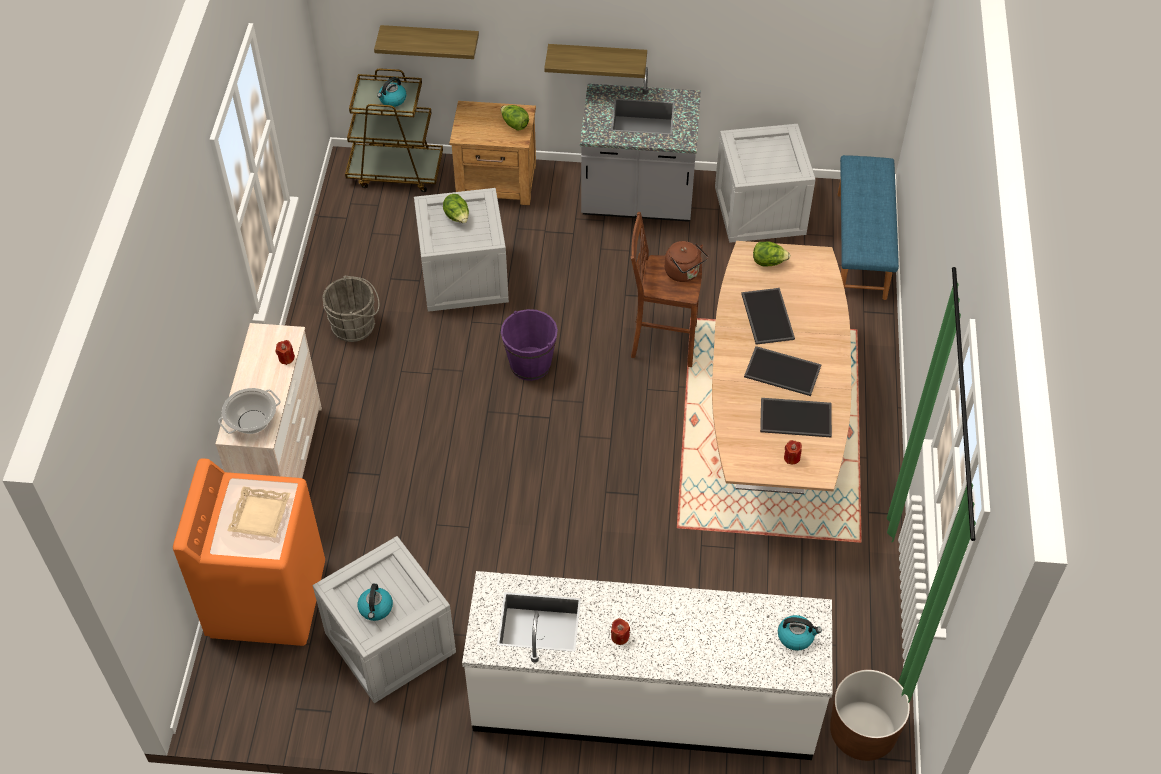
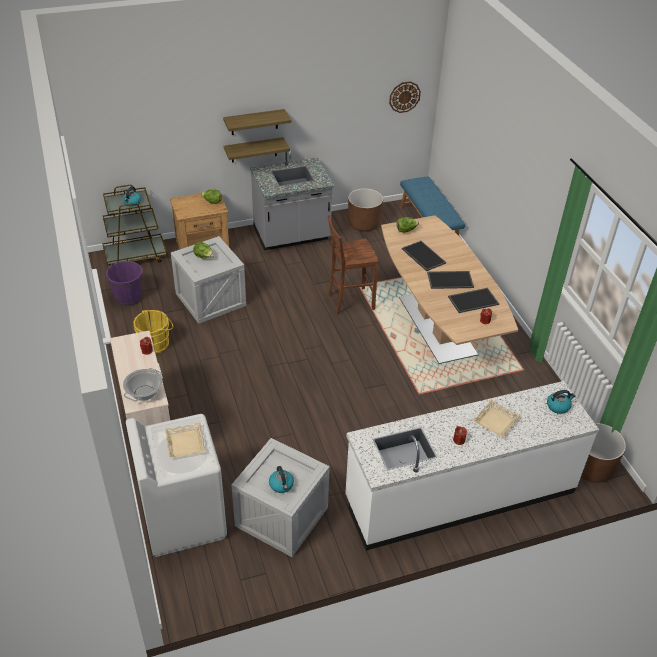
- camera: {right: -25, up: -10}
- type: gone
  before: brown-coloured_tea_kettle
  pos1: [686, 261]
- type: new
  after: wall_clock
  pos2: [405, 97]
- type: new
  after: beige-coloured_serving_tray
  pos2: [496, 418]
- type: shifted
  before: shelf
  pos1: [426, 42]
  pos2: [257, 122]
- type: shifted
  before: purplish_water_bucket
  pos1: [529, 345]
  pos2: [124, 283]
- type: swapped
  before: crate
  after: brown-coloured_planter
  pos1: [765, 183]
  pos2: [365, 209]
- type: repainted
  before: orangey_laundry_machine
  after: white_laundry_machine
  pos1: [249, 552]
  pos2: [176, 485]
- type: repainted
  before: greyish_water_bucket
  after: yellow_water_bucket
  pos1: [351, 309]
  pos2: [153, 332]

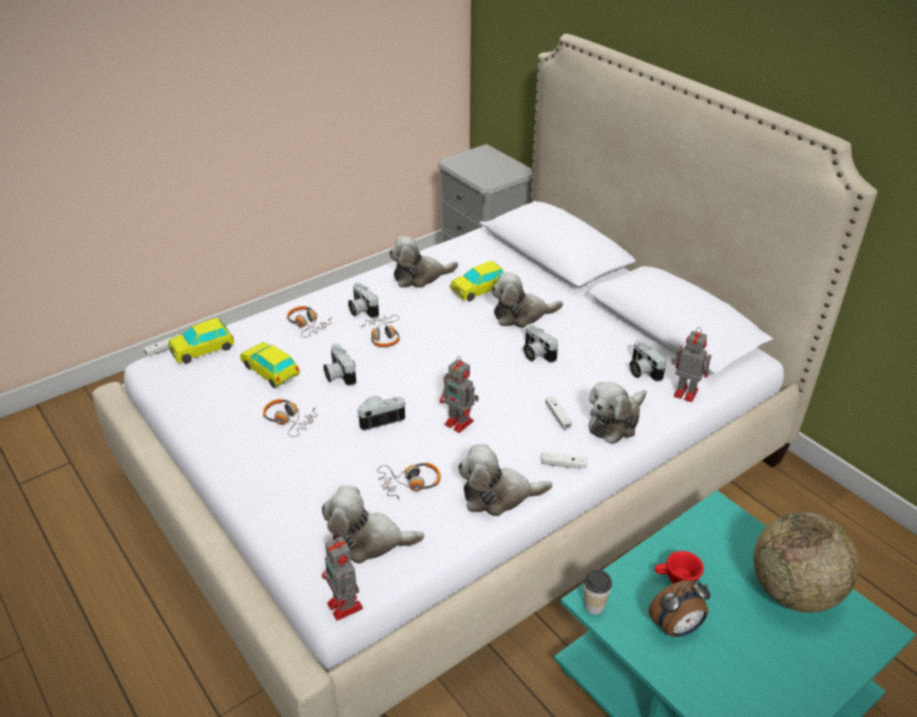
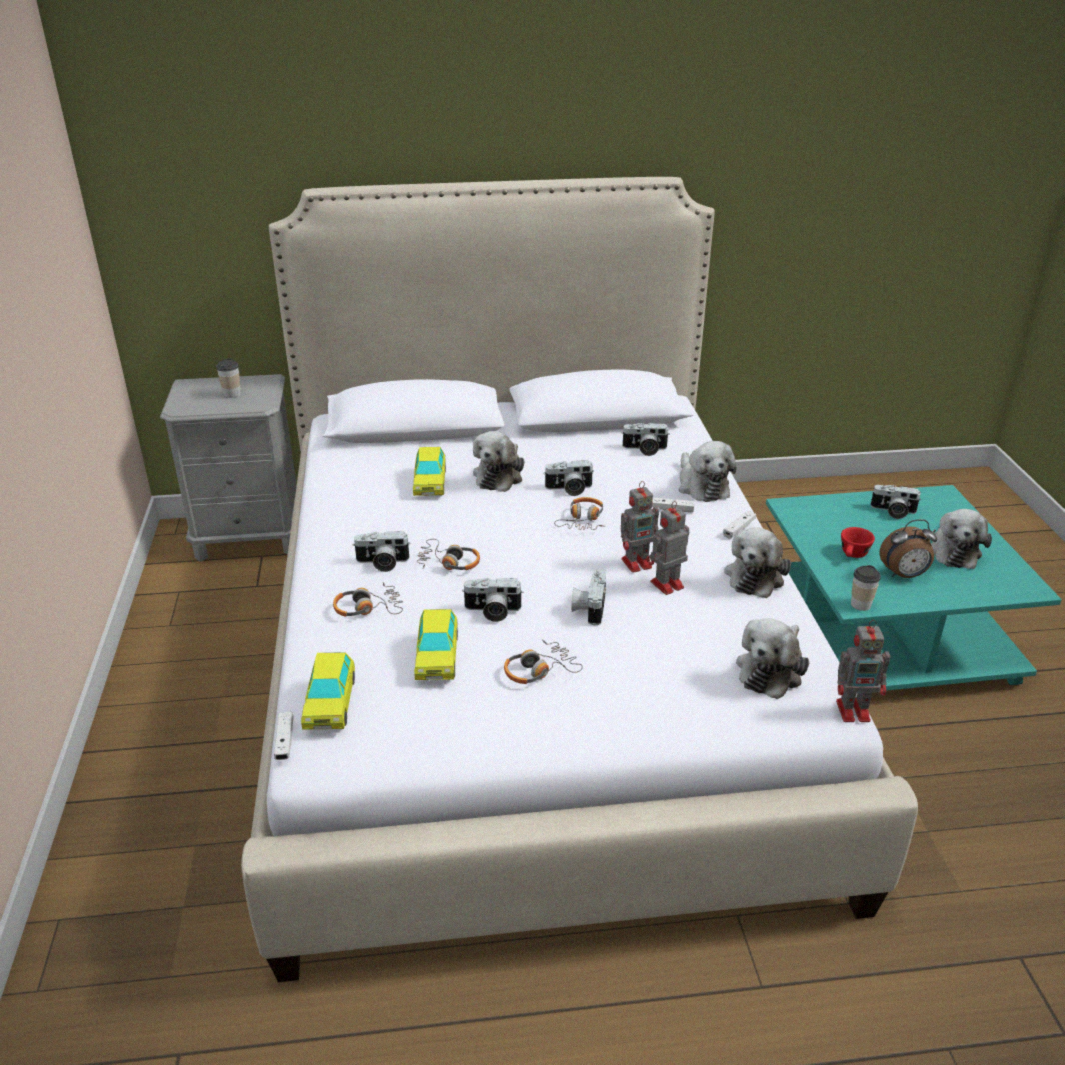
- camera: {right: -60, up: -5}
- type: new
  after: cup
  pos2: [228, 378]
- type: shifted
  before: pair_of_headphones
  pos1: [409, 481]
  pos2: [578, 513]
- type: shifted
  before: plush_toy
  pos1: [423, 262]
  pos2: [961, 539]
- type: shifted
  before: toy_robot
  pos1: [691, 364]
  pos2: [668, 548]
- type: swapped
  before: desk_globe
  after: photo_camera
  pos1: [806, 562]
  pos2: [895, 502]
- type: rotated
  before: model_car
  pos1: [270, 365]
  pos2: [436, 644]
  turn: -75
- type: rotated
  before: alarm_clock
  pos1: [680, 608]
  pos2: [908, 548]
  turn: 75

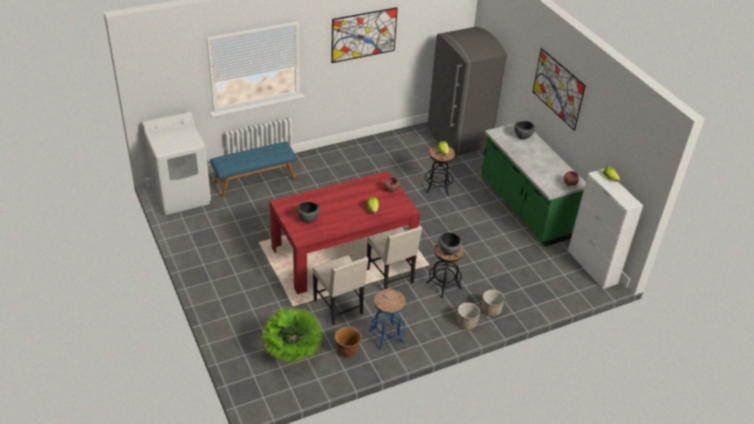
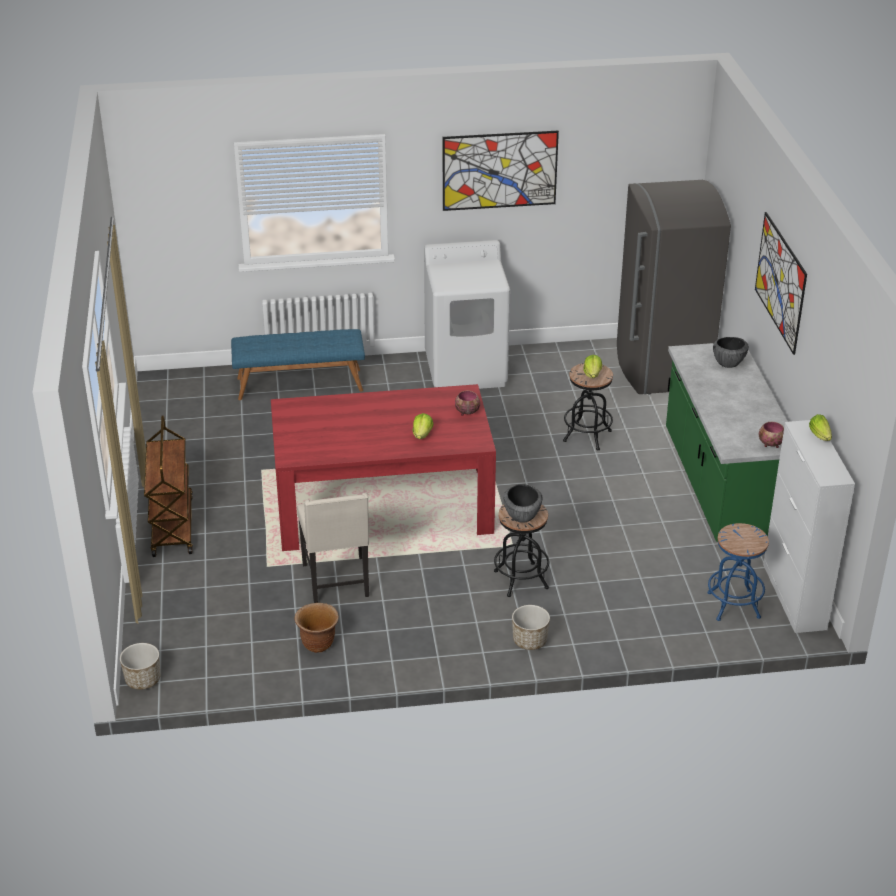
- camera: {right: 20, up: -5}
- type: gone
  before: houseplant
  pos1: [293, 334]
- type: gone
  before: bowl
  pos1: [308, 212]
- type: gone
  before: beige-coloured_chair
  pos1: [394, 257]
- type: new
  after: brown-coloured_wheeled_cart
  pos2: [168, 486]
- type: shifted
  before: white_laundry_machine
  pos1: [176, 163]
  pos2: [467, 314]
- type: shifted
  before: blue-coloured_stool
  pos1: [387, 319]
  pos2: [738, 572]
- type: shifted
  before: planter
  pos1: [493, 303]
  pos2: [140, 666]

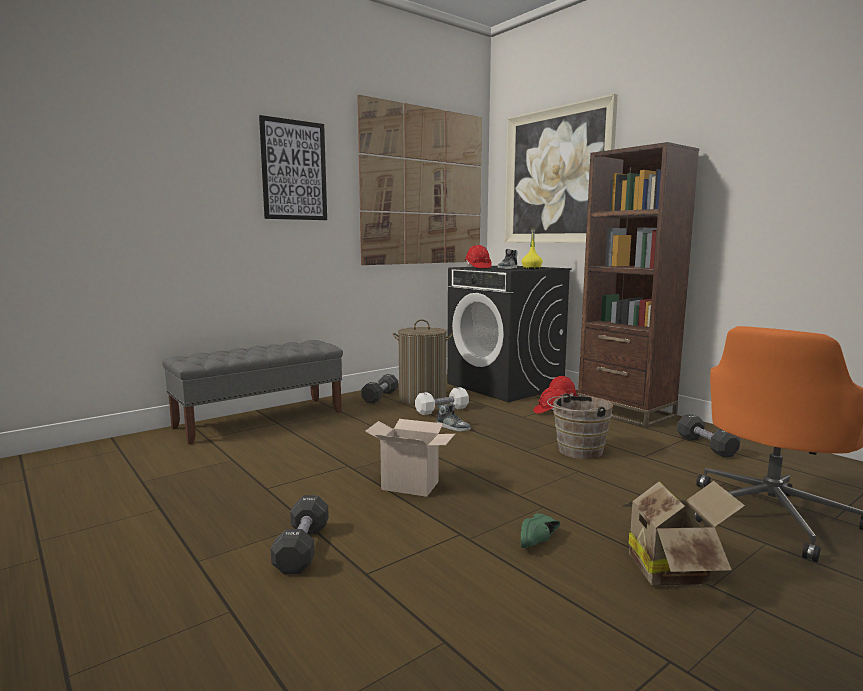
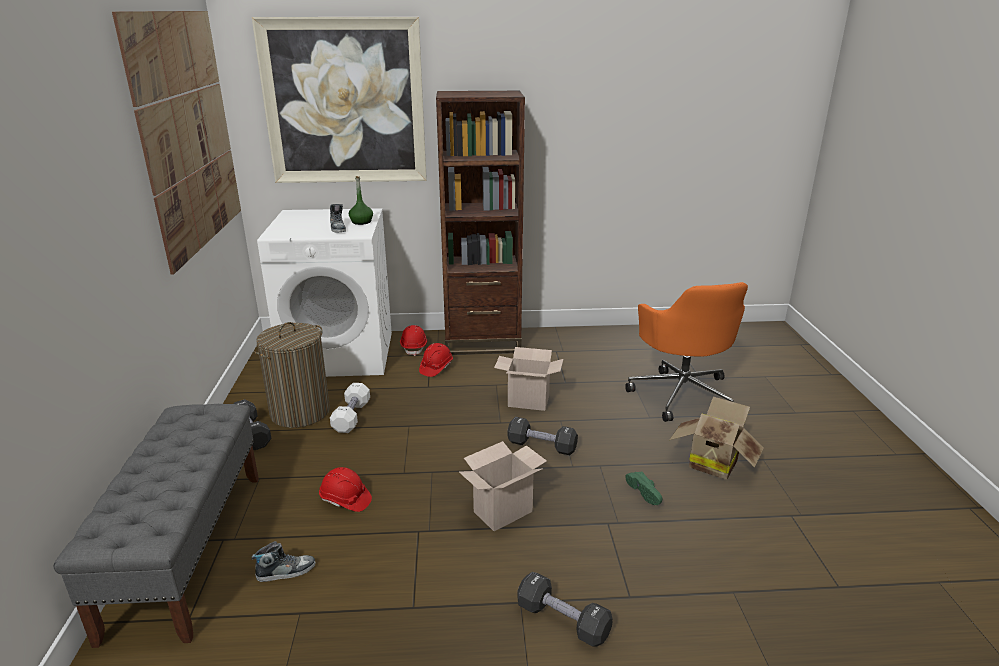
- camera: {right: -55, up: 15}
- type: gone
  before: picture
  pos1: [293, 167]
- type: shifted
  before: item_of_footwear
  pos1: [453, 418]
  pos2: [284, 561]
- type: shifted
  before: red-coloured_safety_helmet
  pos1: [478, 256]
  pos2: [345, 489]
- type: shifted
  before: blackish_dumbbell
  pos1: [708, 436]
  pos2: [542, 436]
- type: swapped
  before: brown-coloured_water_bucket
  after: cardboard_box
  pos1: [580, 426]
  pos2: [528, 379]
- type: repainted
  before: blackish_laundry_machine
  after: white_laundry_machine
  pos1: [509, 334]
  pos2: [324, 292]
- type: repainted
  before: yellow_beverage_bottle
  after: green-coloured_beverage_bottle
  pos1: [532, 248]
  pos2: [361, 200]

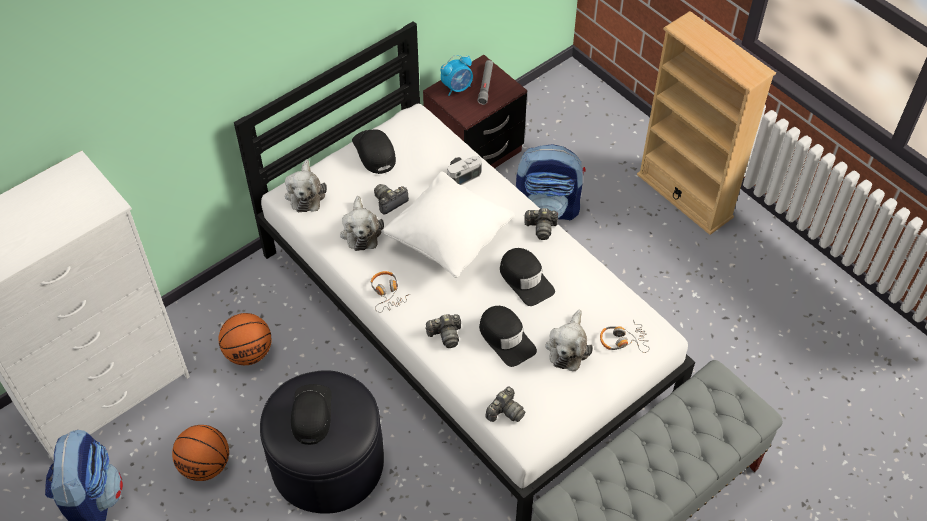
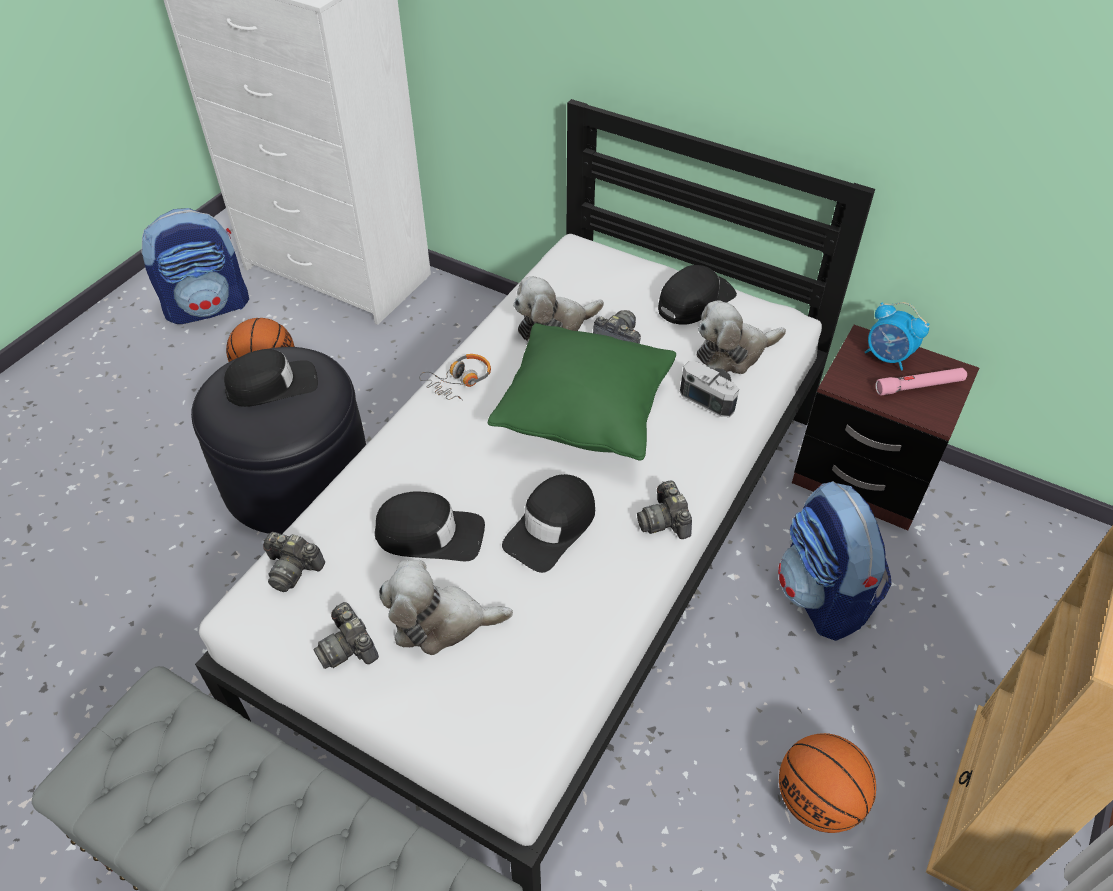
- camera: {right: 70, up: -5}
- type: gone
  before: pair_of_headphones
  pos1: [625, 336]
- type: shifted
  before: basketball
  pos1: [245, 339]
  pos2: [827, 783]
- type: shifted
  before: plush_toy
  pos1: [306, 186]
  pos2: [741, 337]
- type: shifted
  before: photo_camera
  pos1: [443, 331]
  pos2: [346, 635]
- type: repainted
  before: white_cushion
  after: green-coloured_cushion
  pos1: [448, 224]
  pos2: [582, 391]
- type: repainted
  before: greyish_flashlight
  after: pinkish_flashlight
  pos1: [485, 82]
  pos2: [921, 382]
- type: rotated
  before: blackish_peaked_cap
  pos1: [508, 336]
  pos2: [430, 526]
  turn: -120

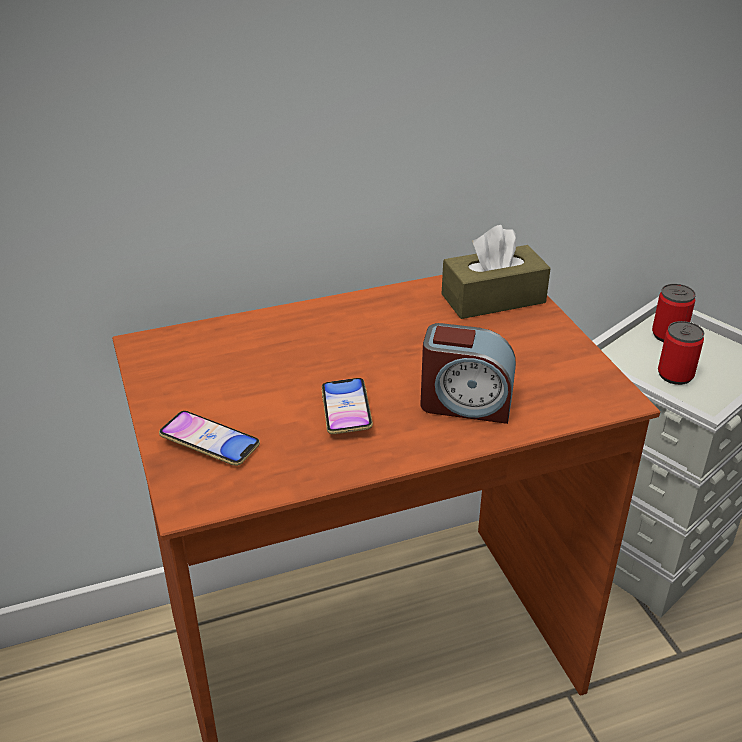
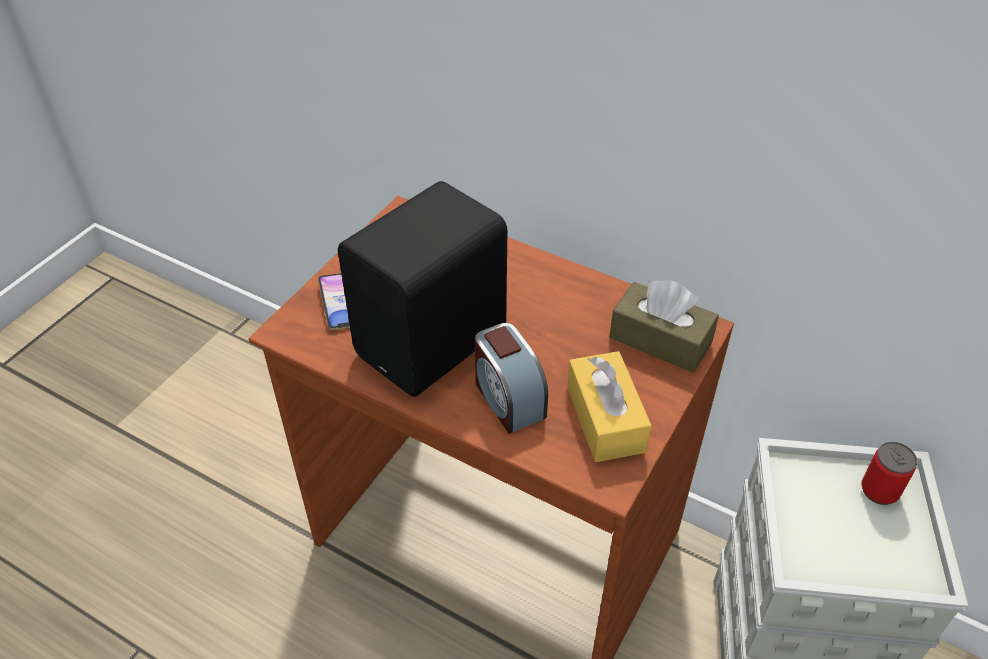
- camera: {right: 50, up: 10}
- type: gone
  before: sealed_can
  pos1: [681, 353]
- type: new
  after: yellow_box_of_tissues
  pos2: [609, 406]
- type: swapped
  before: telephone
  after: blackish_speaker
  pos1: [347, 406]
  pos2: [422, 289]

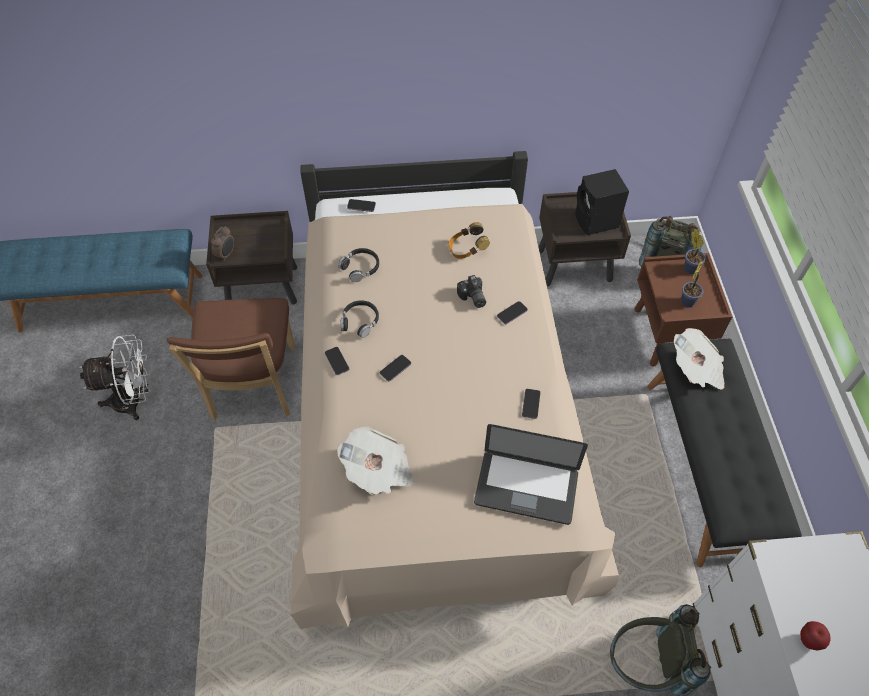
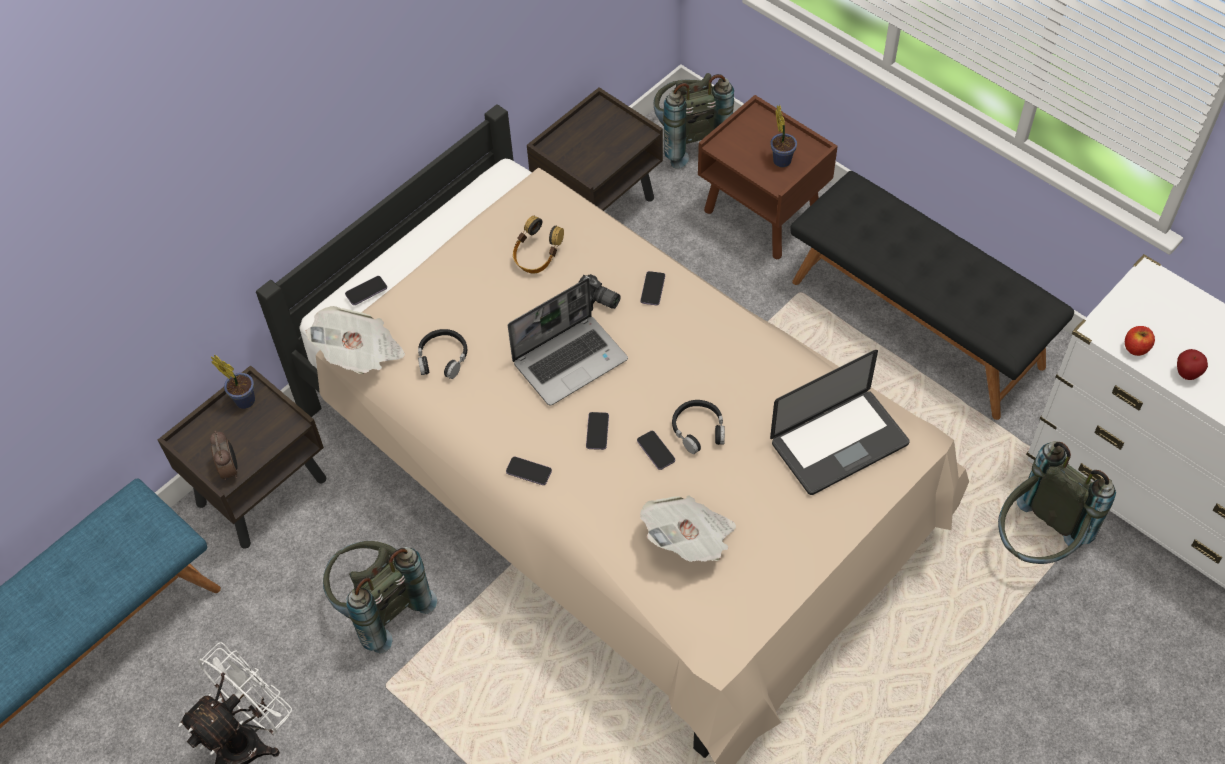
- camera: {right: -40, up: 0}
- type: gone
  before: blackish_speaker
  pos1: [602, 202]
- type: new
  after: portable_computer
  pos2: [568, 342]
- type: new
  after: apple_fruit
  pos2: [1140, 341]
- type: shifted
  before: blackish_pair_of_headphones
  pos1: [359, 319]
  pos2: [698, 427]
- type: shifted
  before: telephone
  pos1: [531, 404]
  pos2: [656, 450]
- type: shifted
  before: newspaper
  pos1: [699, 359]
  pos2: [355, 340]
- type: shifted
  before: houseplant
  pos1: [695, 252]
  pos2: [233, 382]
- type: swapped
  before: brown-coloured_chair
  after: greyish_knapsack
  pos1: [231, 359]
  pos2: [380, 597]

